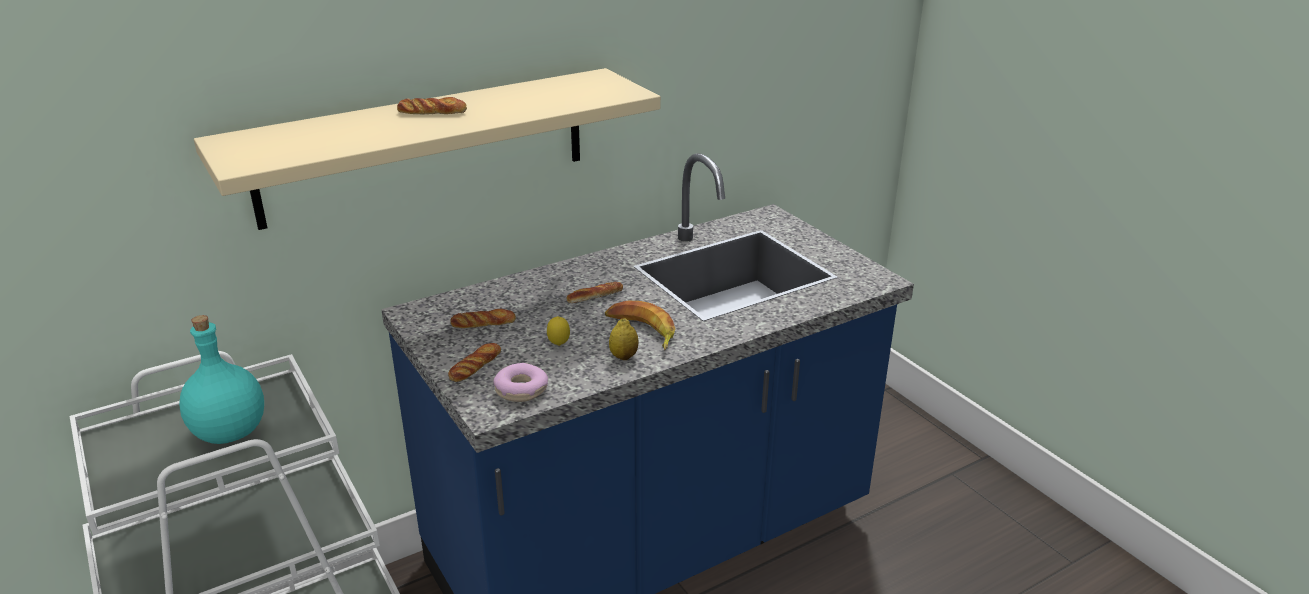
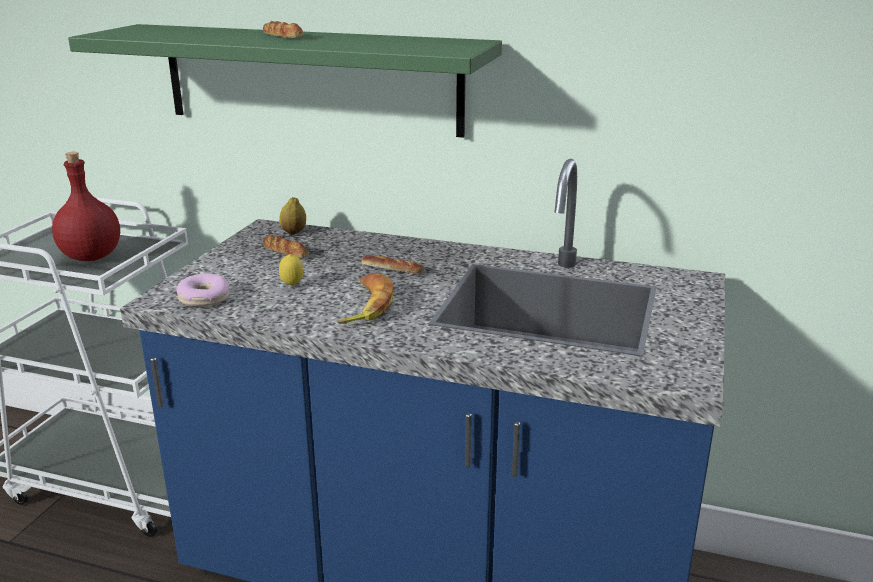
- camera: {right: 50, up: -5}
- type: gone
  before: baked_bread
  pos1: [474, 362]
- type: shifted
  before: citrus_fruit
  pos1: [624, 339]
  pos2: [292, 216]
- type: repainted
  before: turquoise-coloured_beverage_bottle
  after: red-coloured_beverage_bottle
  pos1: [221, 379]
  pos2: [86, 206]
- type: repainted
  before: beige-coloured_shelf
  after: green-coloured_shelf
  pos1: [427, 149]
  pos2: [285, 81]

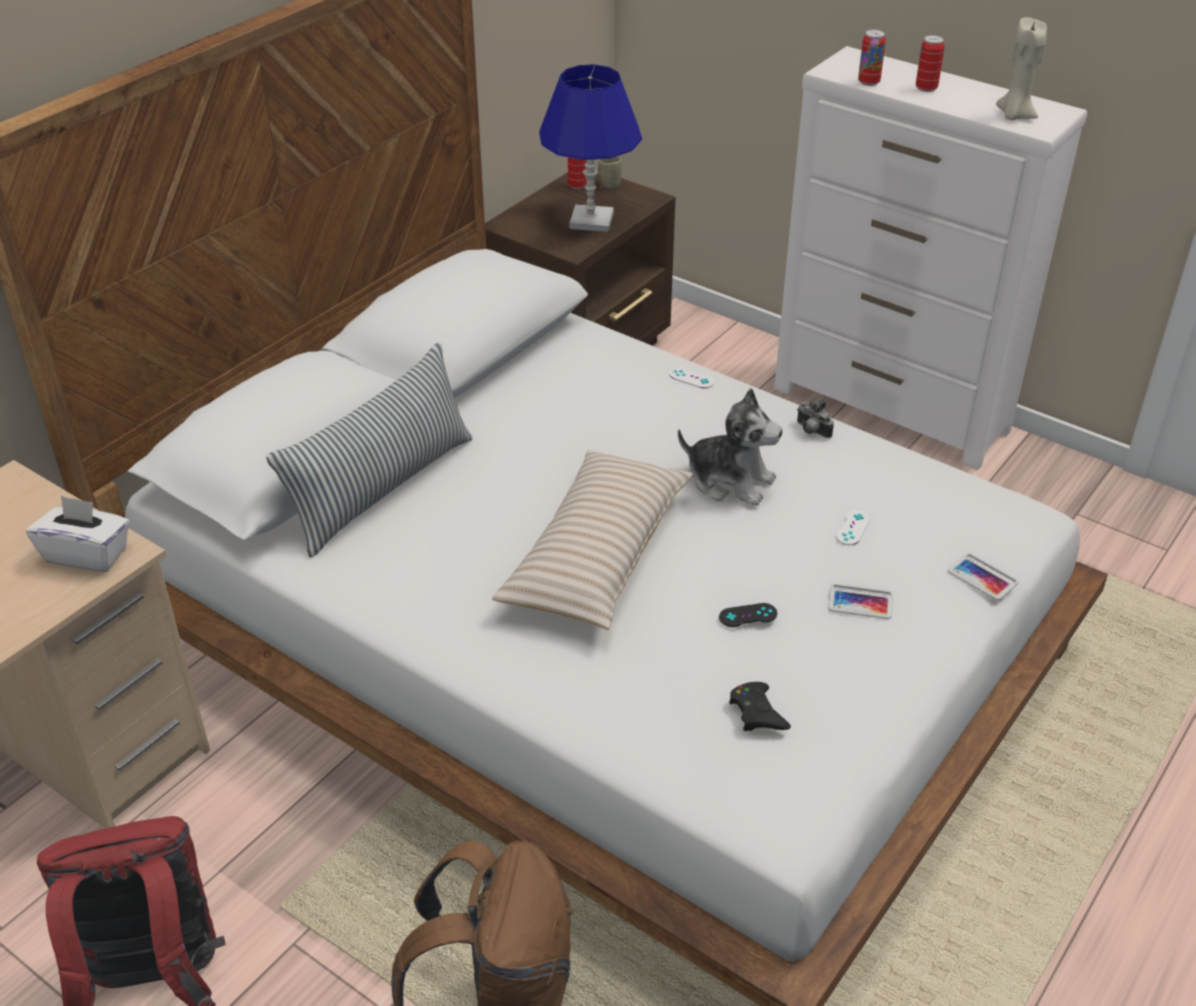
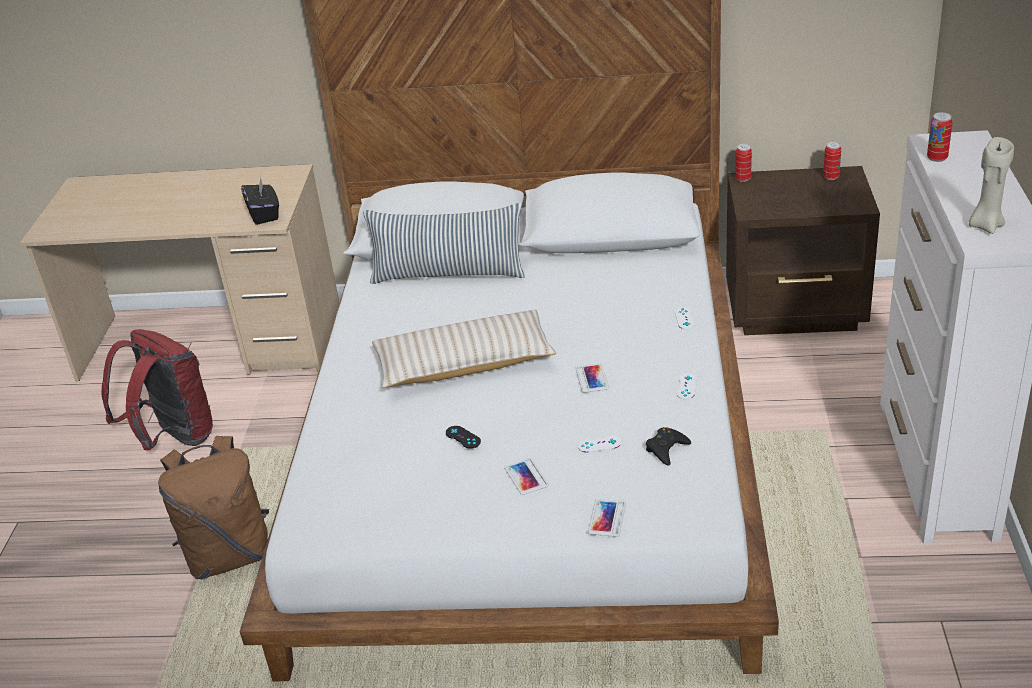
- camera: {right: 60, up: -5}
- type: gone
  before: blue-coloured_tabletop_lamp
  pos1: [590, 148]
- type: gone
  before: cup
  pos1: [610, 172]
- type: shifted
  before: blackish_joypad
  pos1: [760, 706]
  pos2: [668, 446]
- type: shifted
  before: sealed_can
  pos1: [930, 63]
  pos2: [743, 163]
- type: swapped
  before: plush_toy
  after: telephone
  pos1: [730, 447]
  pos2: [592, 378]
- type: swapped
  before: photo_camera
  after: white_joypad
  pos1: [815, 418]
  pos2: [686, 386]
- type: repainted
  before: white_box_of_tissues
  after: blackish_box_of_tissues
  pos1: [77, 533]
  pos2: [260, 201]

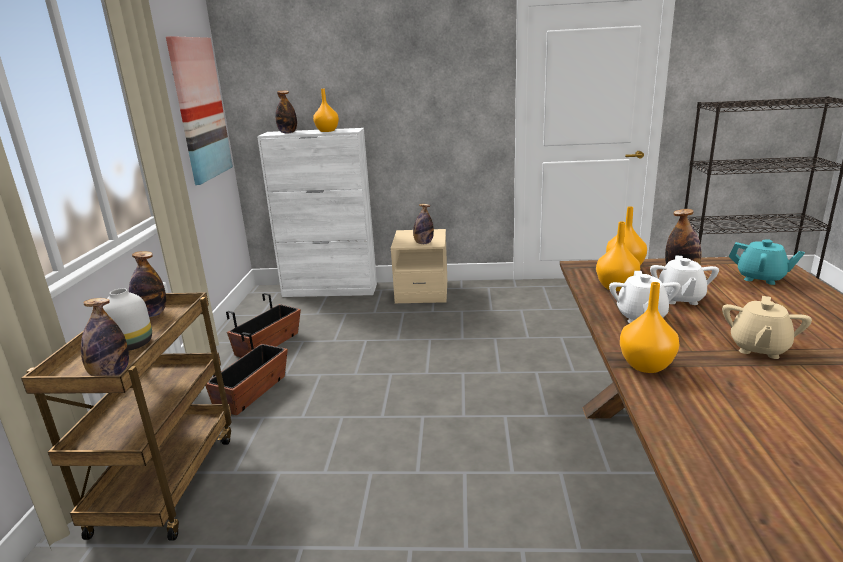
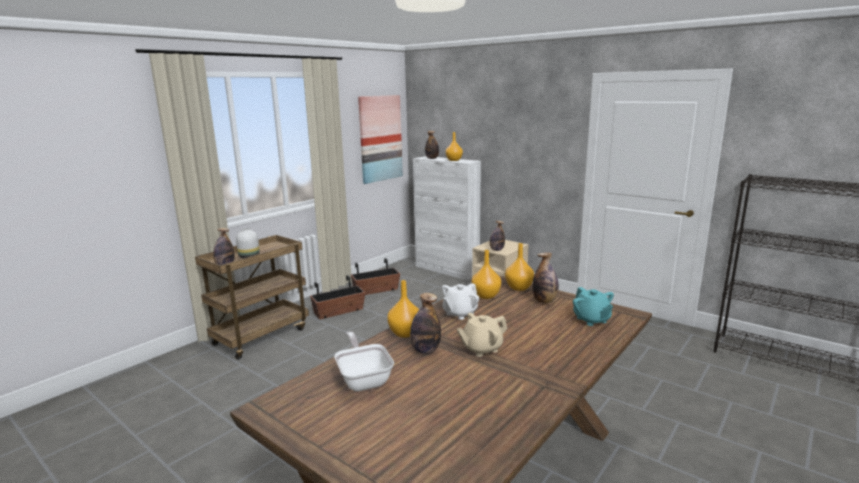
- camera: {right: 35, up: -5}
- type: gone
  before: white_tea_pot
  pos1: [684, 280]
- type: new
  after: skillet
  pos2: [364, 361]
- type: shifted
  before: beverage_bottle
  pos1: [147, 284]
  pos2: [425, 323]

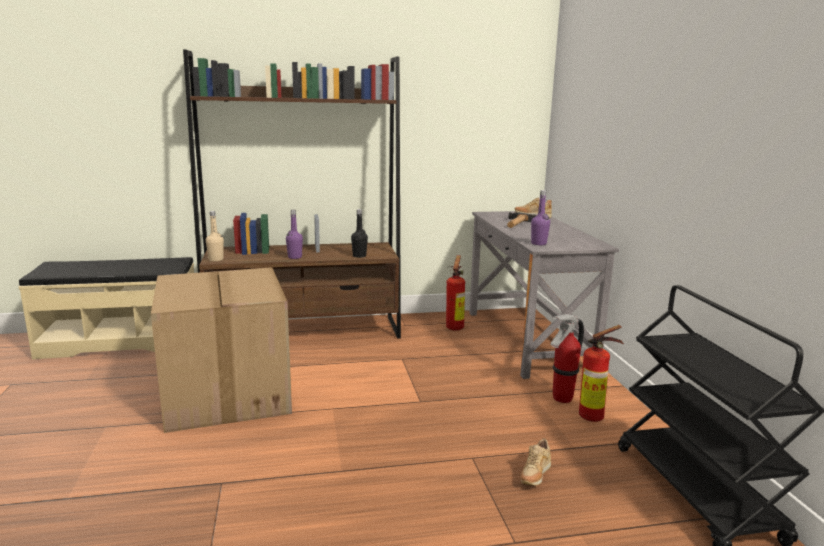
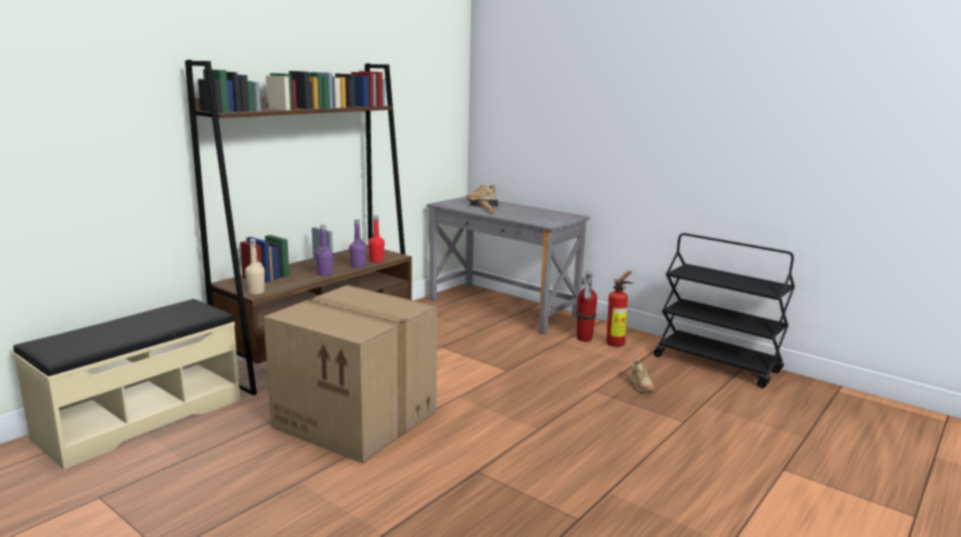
- camera: {right: -40, up: 0}
- type: gone
  before: fire_extinguisher
  pos1: [455, 293]
- type: shifted
  before: purplish_beverage_bottle
  pos1: [540, 217]
  pos2: [357, 243]
- type: repainted
  before: blackish_beverage_bottle
  after: red-coloured_beverage_bottle
  pos1: [359, 233]
  pos2: [376, 239]

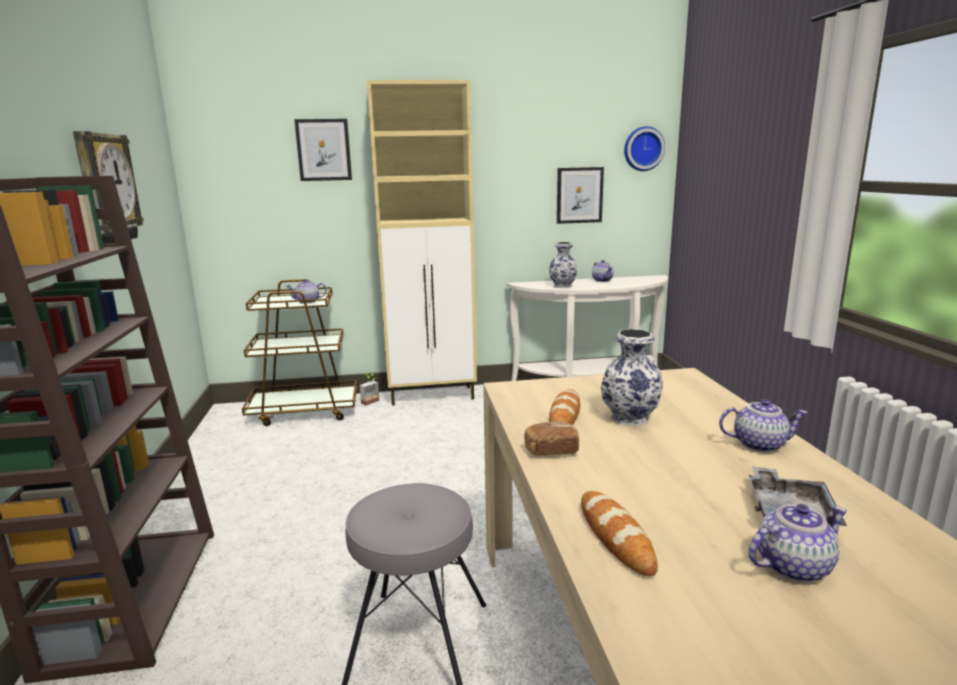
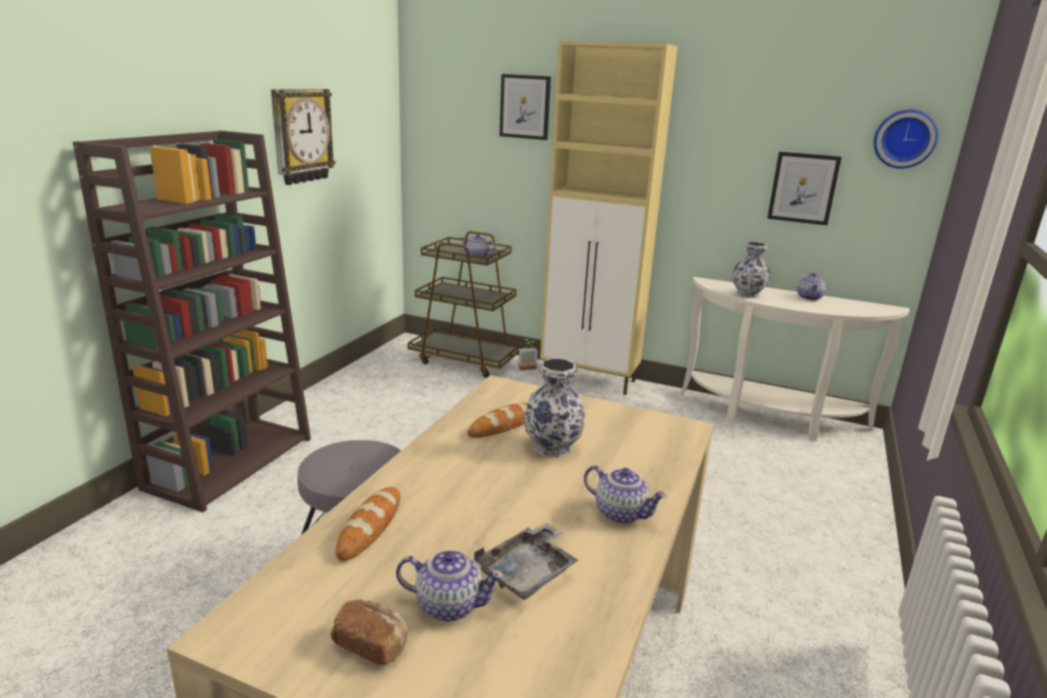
- camera: {right: 30, up: 5}
- type: shifted
  before: baked_bread
  pos1: [551, 439]
  pos2: [369, 632]

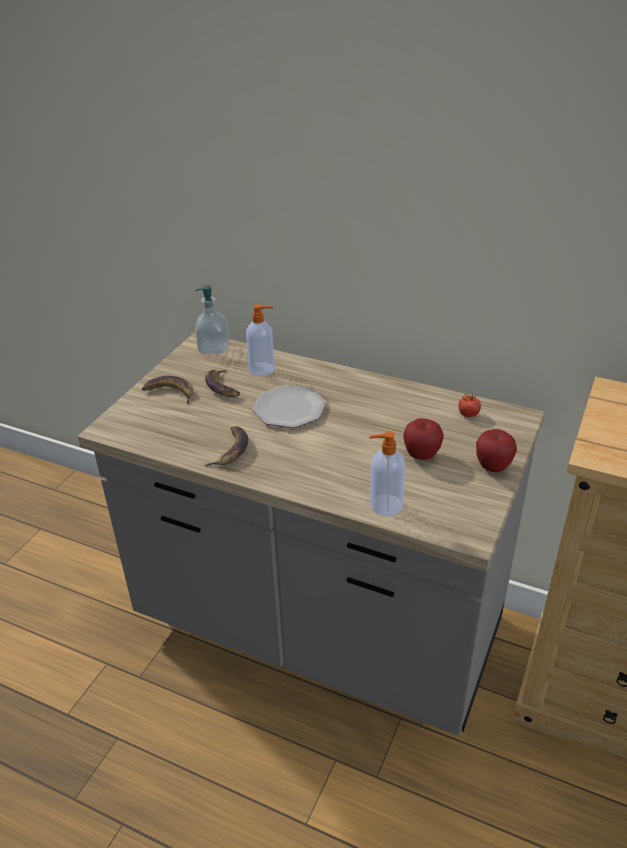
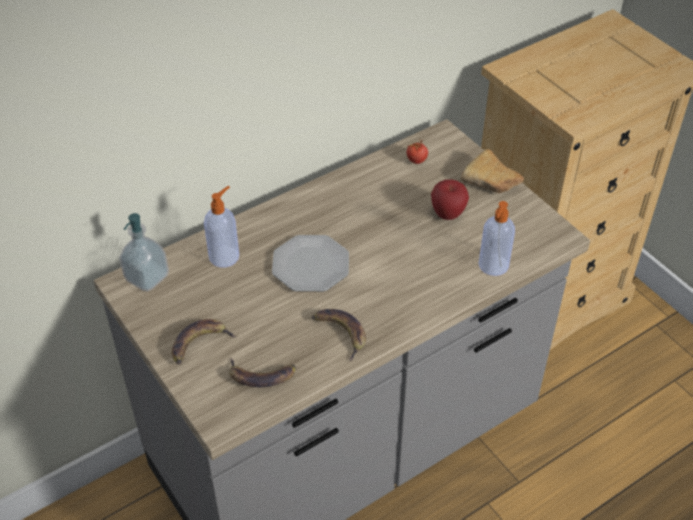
- camera: {right: -60, up: 10}
- type: shifted
  before: whole_banana
  pos1: [222, 383]
  pos2: [262, 372]
- type: swapped
  before: apple_fruit
  after: baked_bread
  pos1: [496, 450]
  pos2: [492, 171]

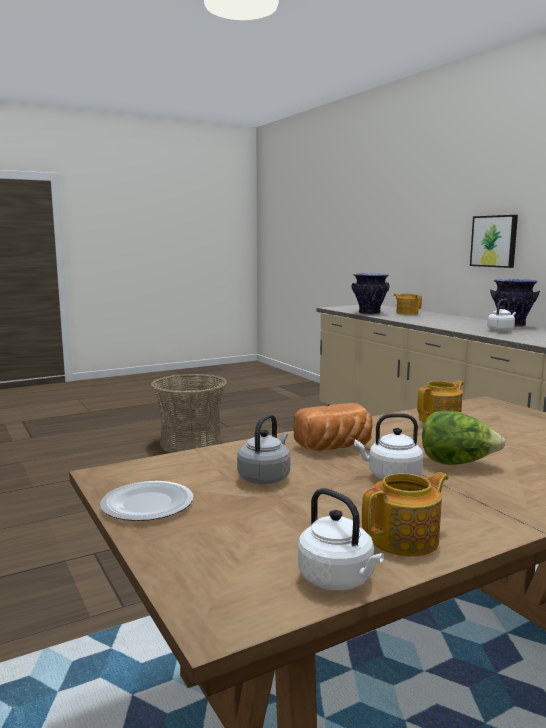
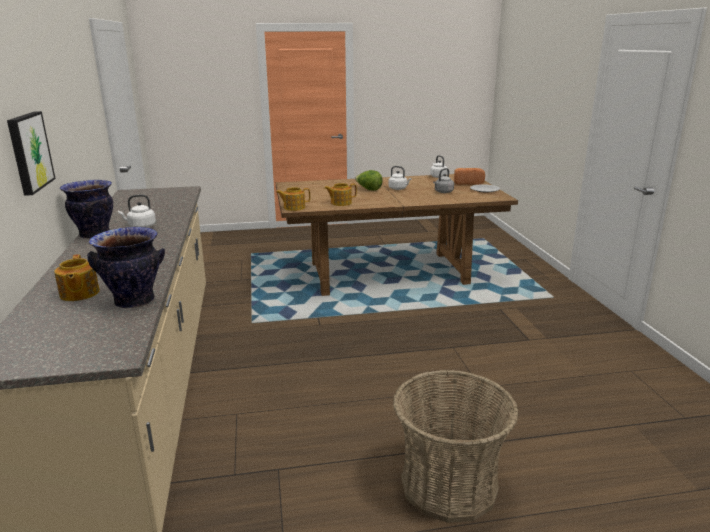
- camera: {right: -160, up: 10}
- type: shifted
  before: baked_bread
  pos1: [332, 427]
  pos2: [469, 176]
- type: shifted
  before: tea_pot
  pos1: [405, 514]
  pos2: [293, 199]

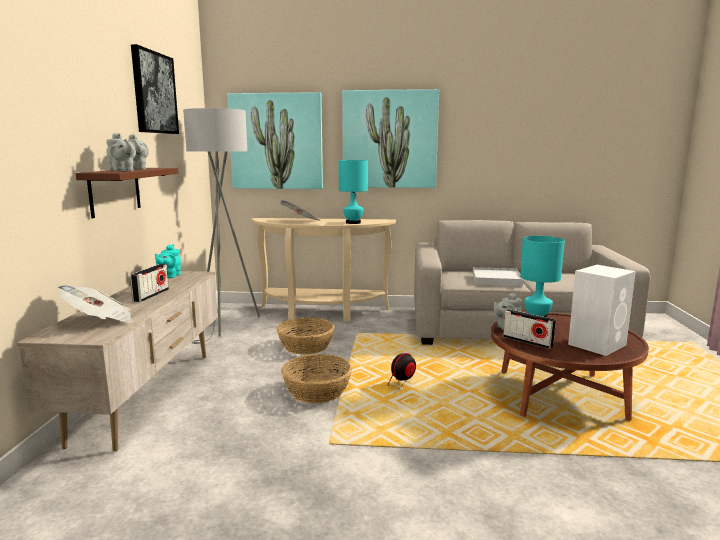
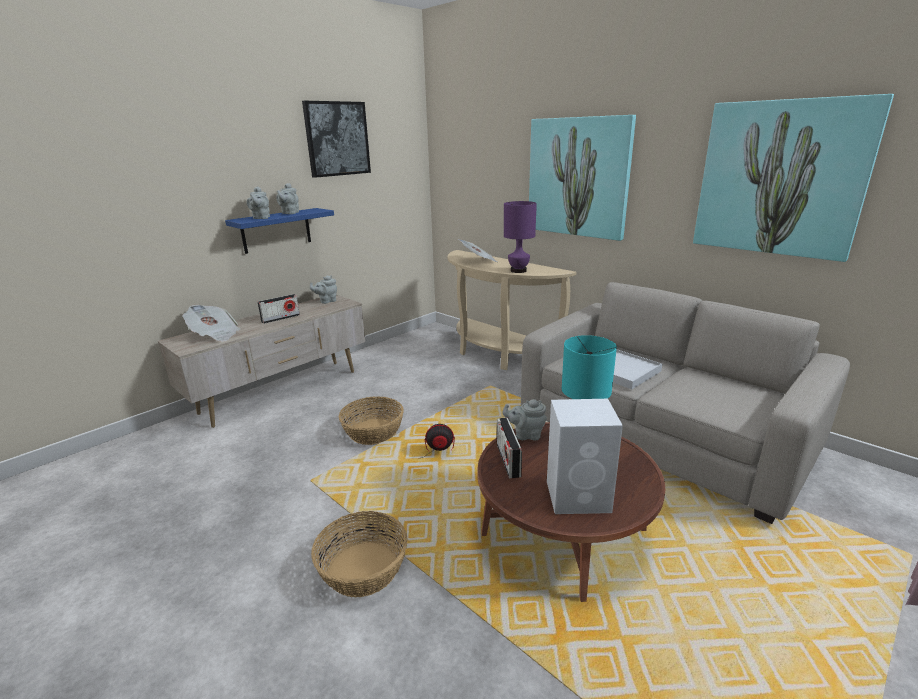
- camera: {right: 40, up: 10}
- type: gone
  before: greyish_standard_lamp
  pos1: [221, 226]
- type: shifted
  before: picture
  pos1: [275, 140]
  pos2: [793, 178]
- type: shifted
  before: storage_basket
  pos1: [305, 336]
  pos2: [359, 554]
- type: repainted
  before: brown-coloured_shelf
  after: blue-coloured_shelf
  pos1: [127, 193]
  pos2: [279, 231]
- type: repainted
  before: turquoise-coloured_tea_pot
  after: greyish_tea_pot
  pos1: [168, 261]
  pos2: [323, 289]
- type: repainted
  before: turquoise-coloured_tabletop_lamp
  after: purplish_tabletop_lamp
  pos1: [353, 192]
  pos2: [520, 237]

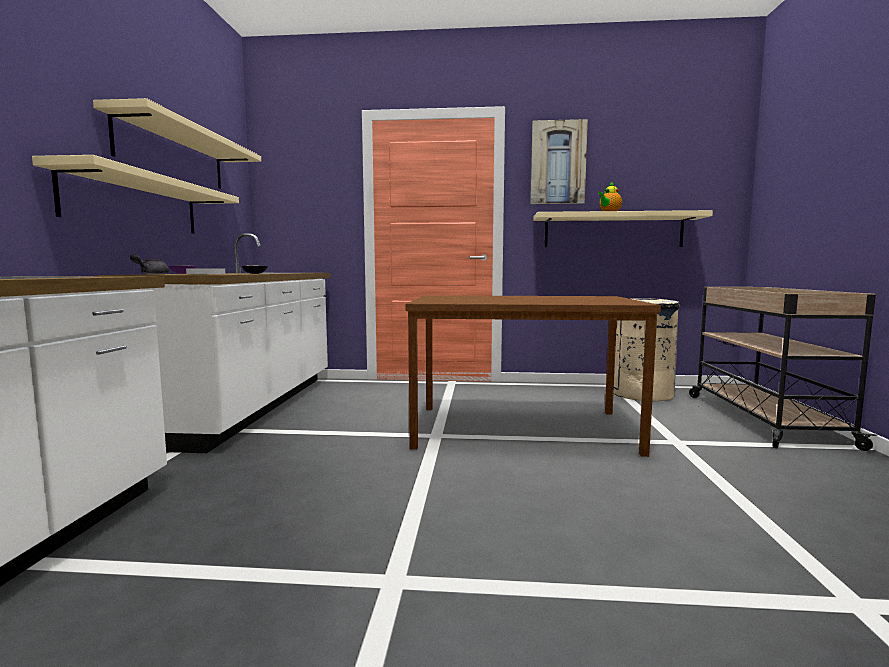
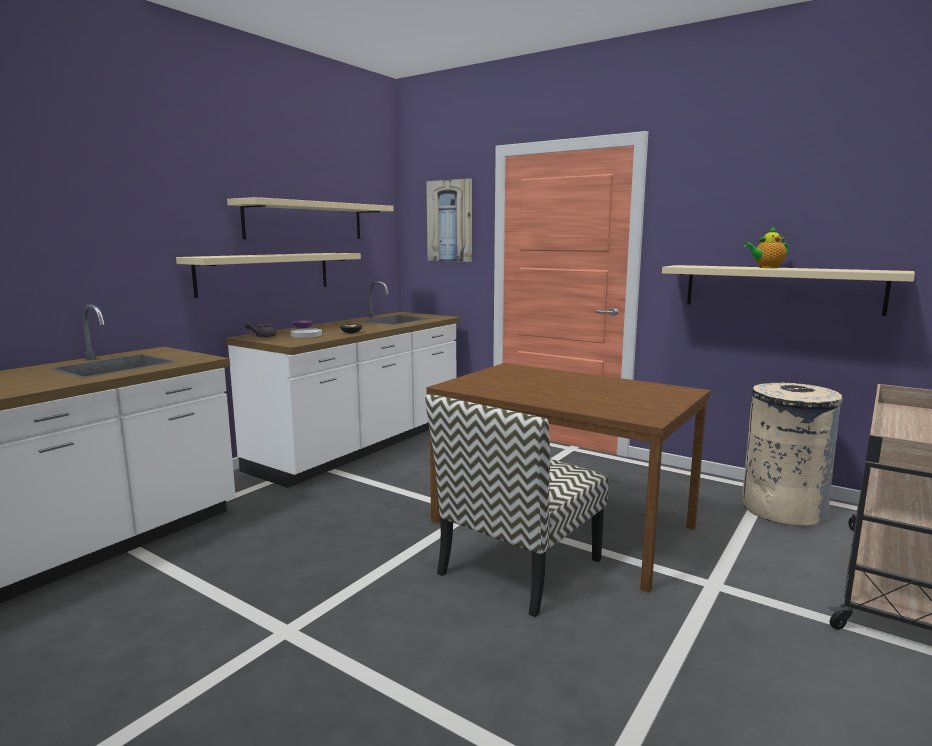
- camera: {right: 30, up: 5}
- type: new
  after: chair
  pos2: [516, 505]
- type: shifted
  before: picture
  pos1: [559, 161]
  pos2: [449, 220]

